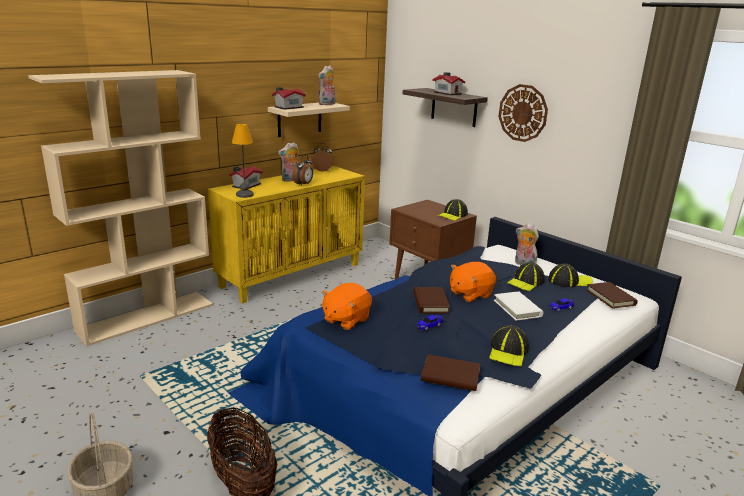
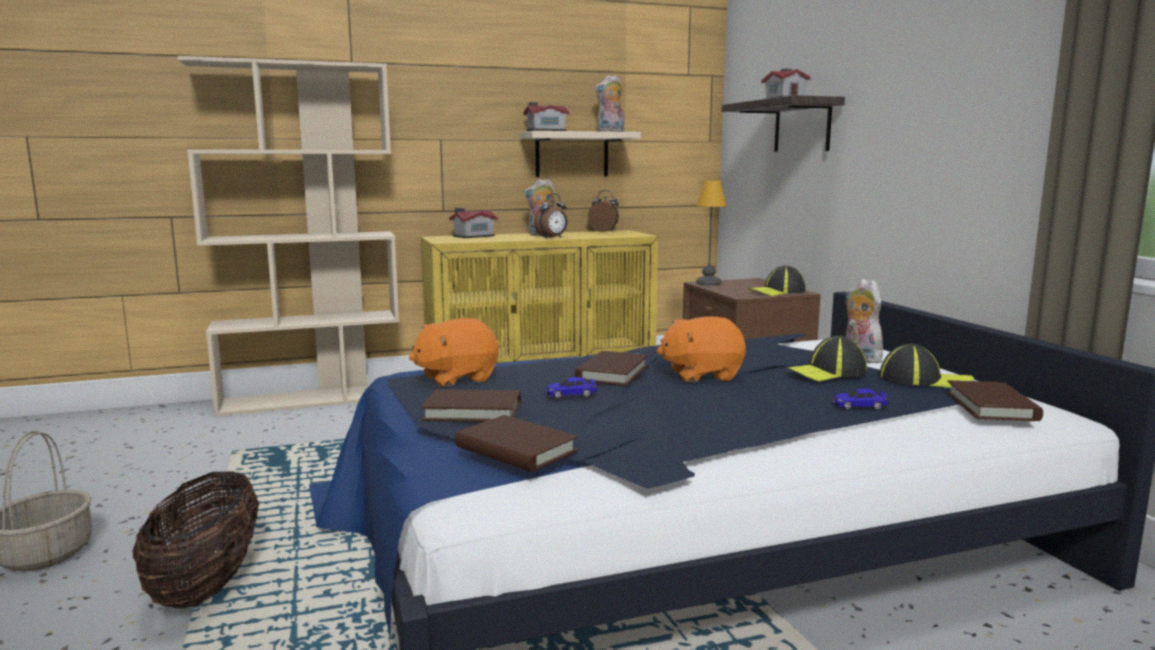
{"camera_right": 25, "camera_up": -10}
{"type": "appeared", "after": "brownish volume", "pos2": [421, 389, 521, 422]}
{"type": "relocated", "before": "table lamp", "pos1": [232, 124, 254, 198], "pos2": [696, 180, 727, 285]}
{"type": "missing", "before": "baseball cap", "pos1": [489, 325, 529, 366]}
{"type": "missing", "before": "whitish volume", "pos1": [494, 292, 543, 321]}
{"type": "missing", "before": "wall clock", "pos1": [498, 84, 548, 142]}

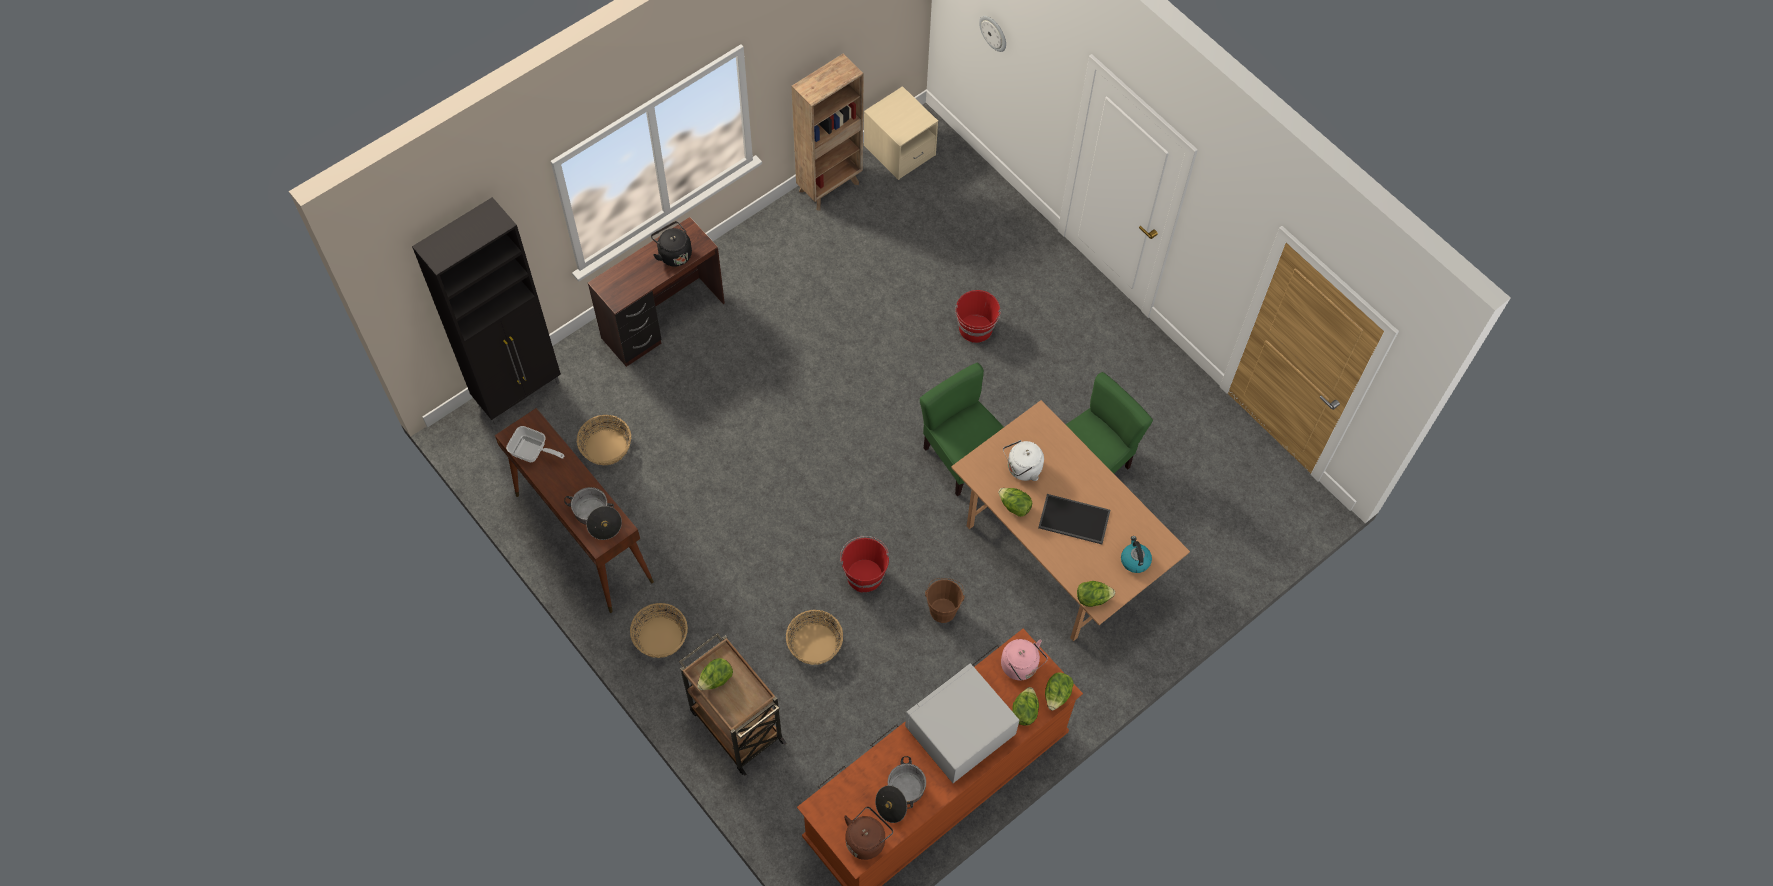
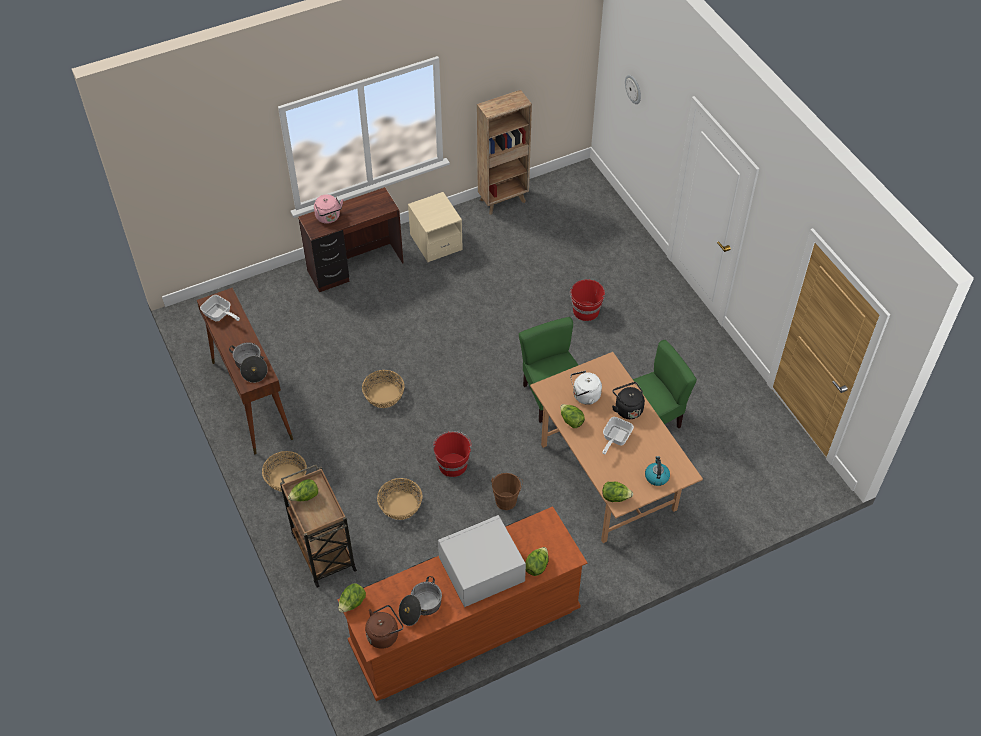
{"camera_right": 15, "camera_up": -10}
{"type": "relocated", "before": "pinkish tea kettle", "pos1": [1001, 639, 1048, 680], "pos2": [314, 195, 343, 224]}
{"type": "relocated", "before": "lettuce head", "pos1": [1045, 672, 1074, 711], "pos2": [338, 583, 366, 613]}
{"type": "relocated", "before": "household basket", "pos1": [577, 415, 631, 465], "pos2": [362, 370, 405, 408]}
{"type": "relocated", "before": "beige-coloured bedside table", "pos1": [864, 86, 938, 180], "pos2": [408, 192, 463, 262]}
{"type": "exchanged", "before": "serving tray", "after": "frying pan", "pos1": [1038, 494, 1110, 544], "pos2": [603, 417, 634, 454]}
{"type": "relocated", "before": "black tea kettle", "pos1": [651, 221, 692, 267], "pos2": [612, 382, 645, 419]}
{"type": "missing", "before": "black storage cabinet", "pos1": [412, 197, 561, 426]}

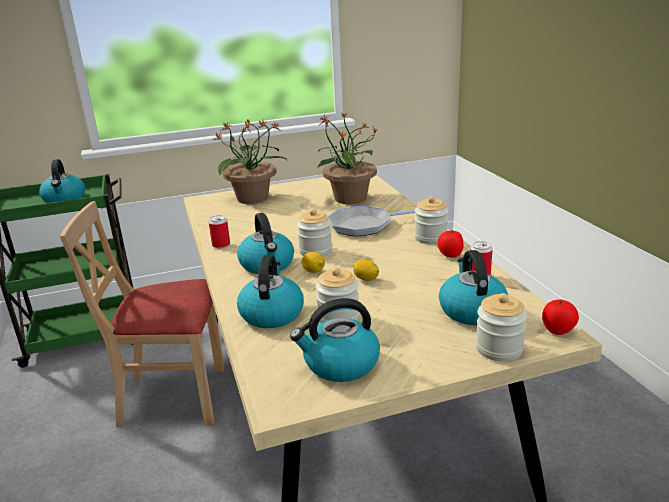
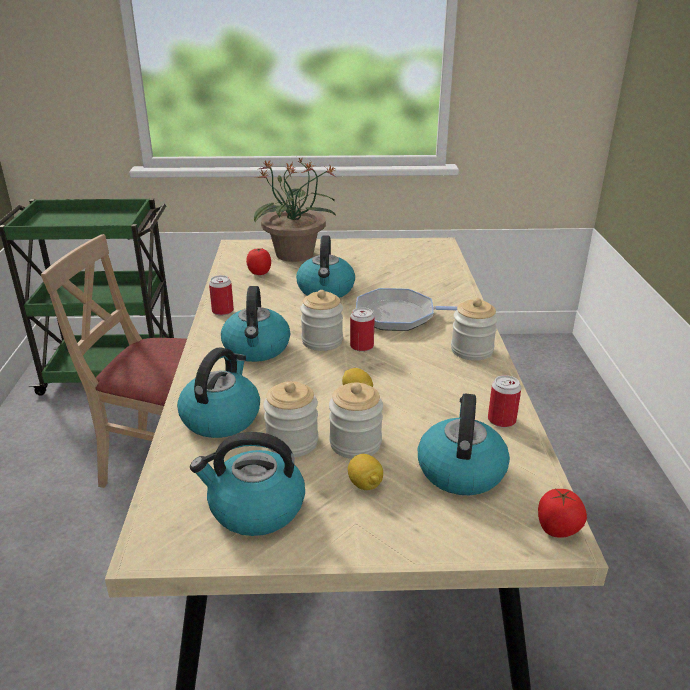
{"camera_right": 15, "camera_up": 5}
{"type": "relocated", "before": "tomato", "pos1": [438, 230, 464, 258], "pos2": [246, 248, 271, 275]}
{"type": "relocated", "before": "tea kettle", "pos1": [39, 159, 85, 203], "pos2": [296, 236, 355, 298]}
{"type": "relocated", "before": "storage jar", "pos1": [476, 293, 527, 362], "pos2": [329, 383, 383, 459]}
{"type": "relocated", "before": "whole lemon", "pos1": [302, 252, 325, 273], "pos2": [348, 454, 383, 490]}
{"type": "appeared", "after": "sealed can", "pos2": [350, 308, 375, 352]}
{"type": "missing", "before": "potted plant", "pos1": [317, 112, 379, 204]}

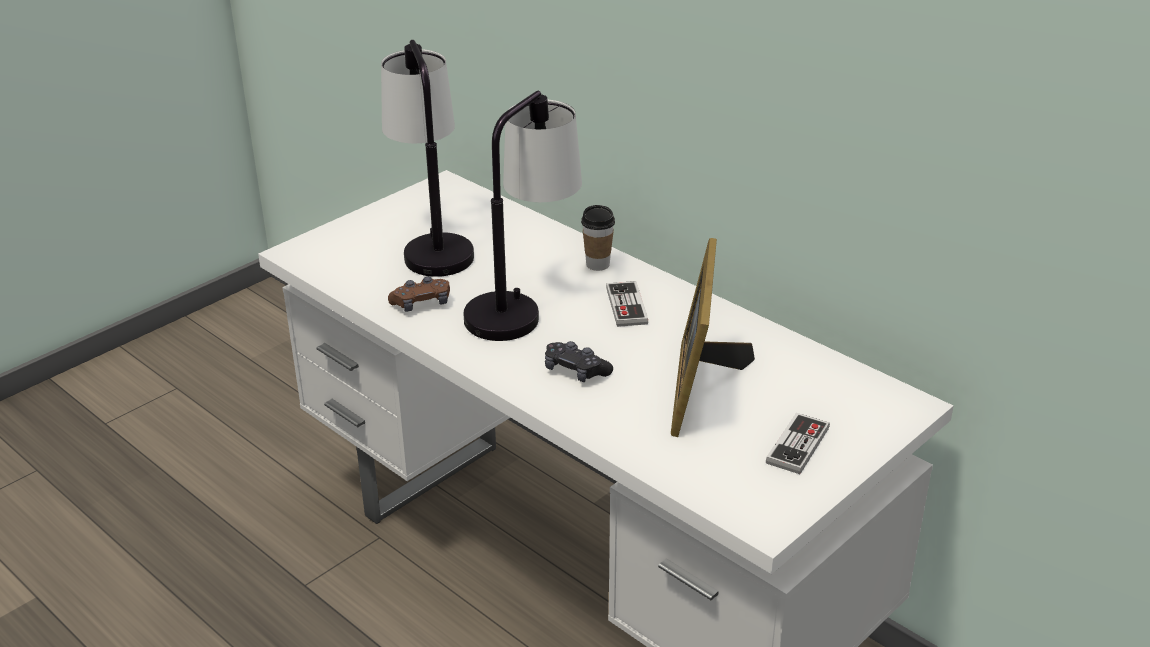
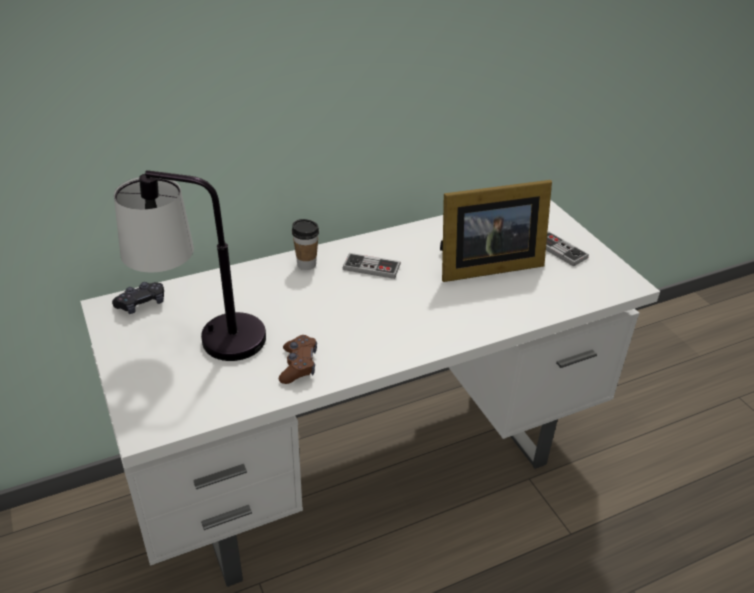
{"camera_right": -70, "camera_up": 5}
{"type": "relocated", "before": "black game controller", "pos1": [545, 341, 613, 382], "pos2": [112, 282, 164, 314]}
{"type": "spun", "before": "standing frame", "pos1": [671, 238, 755, 437], "pos2": [440, 180, 552, 282], "turn": -45}
{"type": "missing", "before": "table lamp", "pos1": [463, 91, 582, 341]}

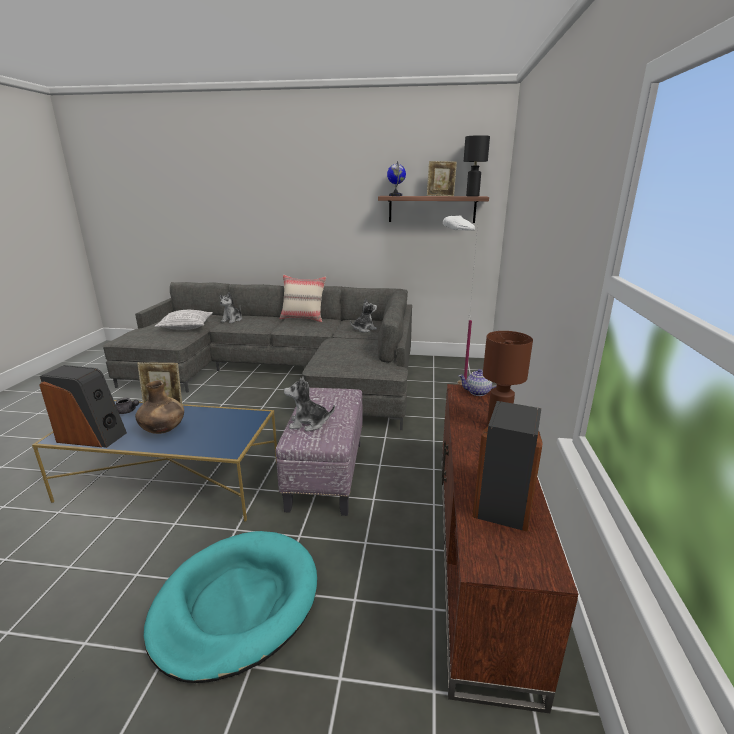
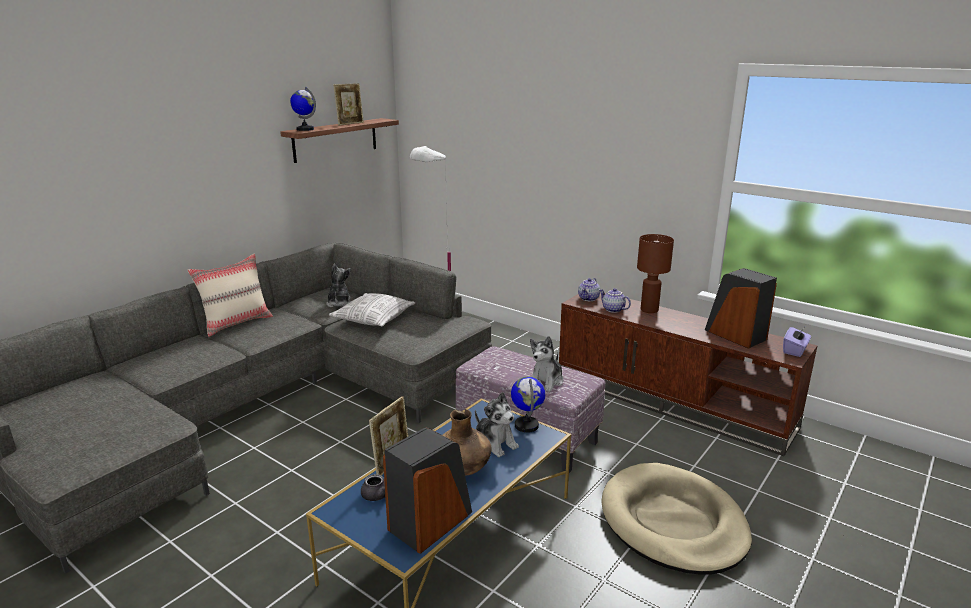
{"camera_right": -60, "camera_up": 0}
{"type": "relocated", "before": "pillow", "pos1": [154, 310, 213, 330], "pos2": [329, 293, 415, 326]}
{"type": "relocated", "before": "cuddly toy", "pos1": [220, 292, 242, 323], "pos2": [475, 392, 519, 457]}
{"type": "appeared", "after": "world globe", "pos2": [511, 377, 545, 433]}
{"type": "appeared", "after": "teapot", "pos2": [599, 288, 631, 313]}
{"type": "colour", "before": "turquoise pet bed", "after": "beige-coloured pet bed", "pos1": [144, 531, 317, 683], "pos2": [602, 463, 752, 574]}
{"type": "appeared", "after": "purple box of tissues", "pos2": [783, 327, 811, 357]}
{"type": "missing", "before": "black table lamp", "pos1": [464, 135, 490, 197]}

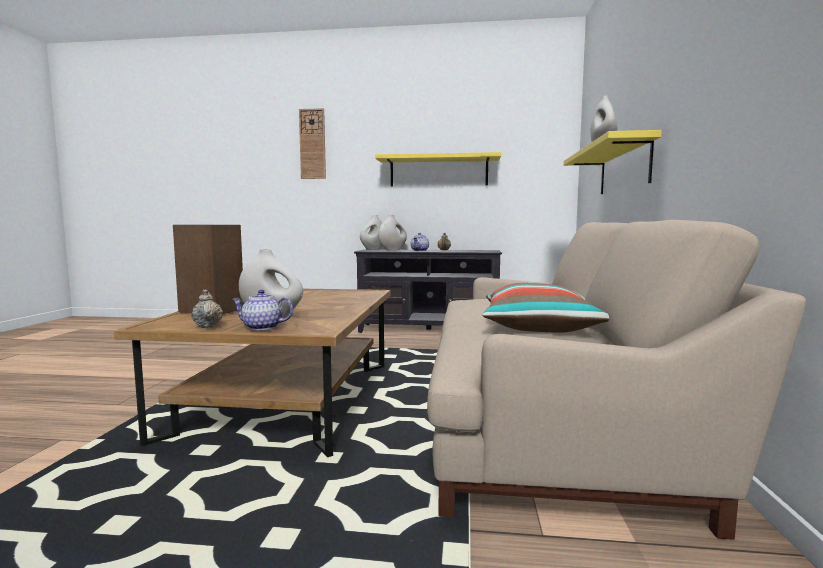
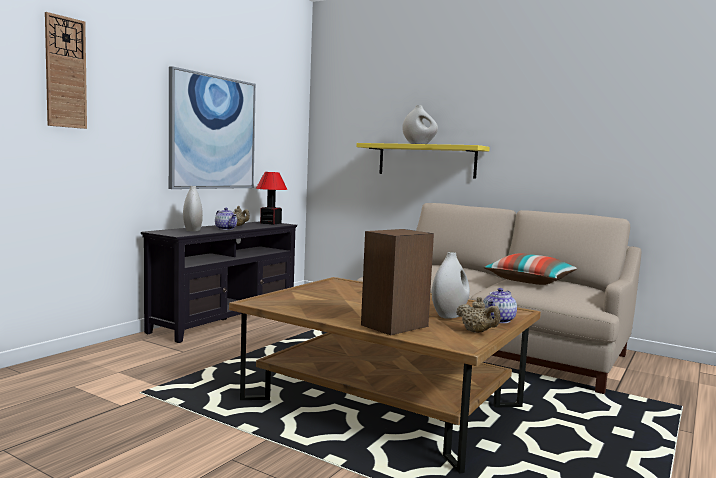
{"camera_right": -65, "camera_up": 0}
{"type": "exchanged", "before": "yellow-coloured shelf", "after": "picture", "pos1": [375, 152, 501, 186], "pos2": [169, 66, 256, 189]}
{"type": "appeared", "after": "table lamp", "pos2": [256, 172, 287, 225]}
{"type": "spun", "before": "beige-coloured teapot", "pos1": [191, 289, 223, 328], "pos2": [456, 297, 501, 333], "turn": -135}
{"type": "missing", "before": "whitish decorative vase", "pos1": [360, 215, 383, 250]}

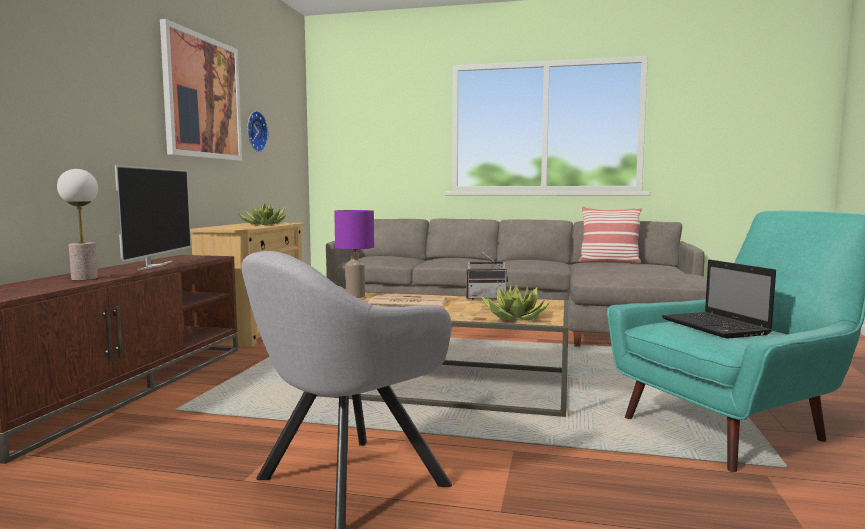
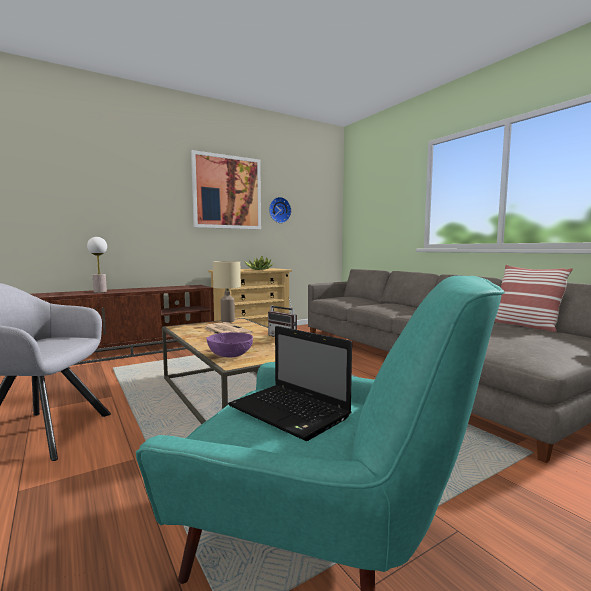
{"camera_right": 45, "camera_up": 0}
{"type": "exchanged", "before": "potted plant", "after": "purple serving bowl", "pos1": [481, 285, 550, 321], "pos2": [206, 332, 253, 357]}
{"type": "colour", "before": "purple table lamp", "after": "beige-coloured table lamp", "pos1": [334, 210, 374, 298], "pos2": [213, 261, 241, 323]}
{"type": "spun", "before": "notebook computer", "pos1": [662, 260, 776, 339], "pos2": [228, 326, 352, 441], "turn": -75}
{"type": "missing", "before": "TV set", "pos1": [115, 165, 191, 271]}

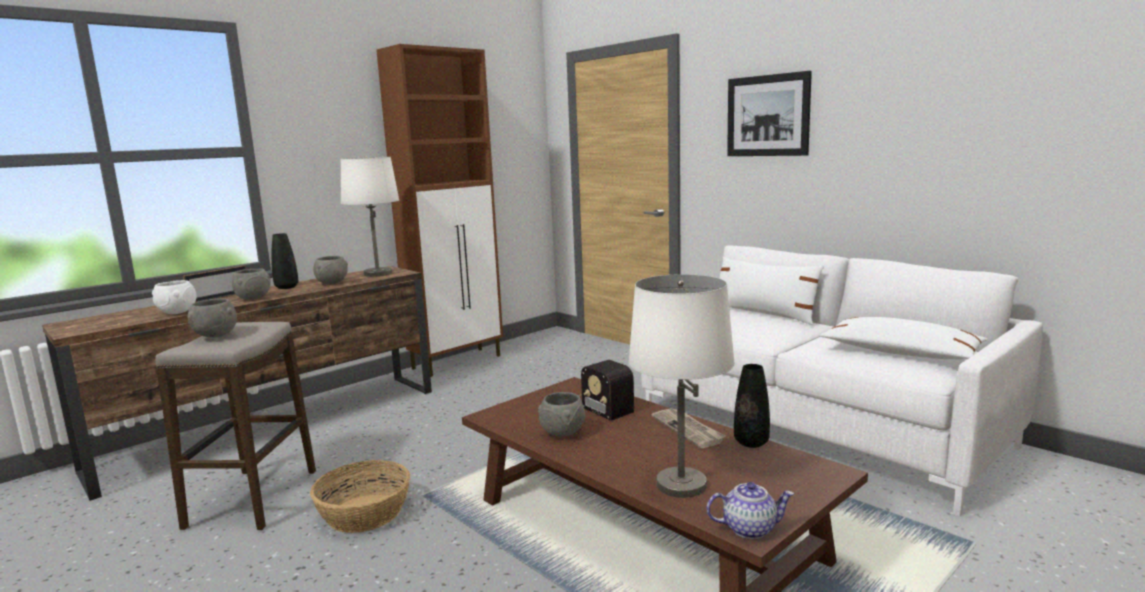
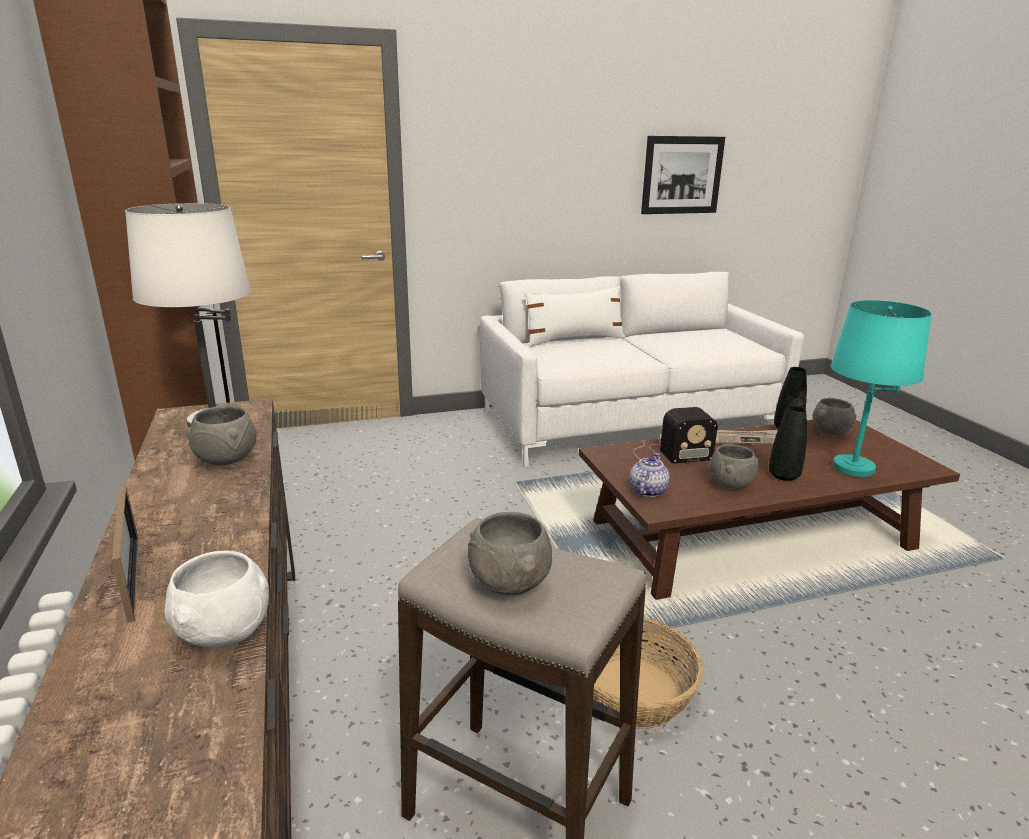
{"camera_right": -65, "camera_up": 10}
{"type": "relocated", "before": "teapot", "pos1": [707, 482, 794, 539], "pos2": [630, 453, 670, 497]}
{"type": "relocated", "before": "picture", "pos1": [727, 71, 812, 156], "pos2": [641, 136, 725, 214]}
{"type": "relocated", "before": "black decorative vase", "pos1": [271, 233, 298, 289], "pos2": [769, 406, 807, 481]}
{"type": "relocated", "before": "grey serving bowl", "pos1": [232, 268, 271, 300], "pos2": [813, 398, 857, 435]}
{"type": "colour", "before": "whitish table lamp", "after": "turquoise table lamp", "pos1": [628, 274, 735, 498], "pos2": [831, 300, 932, 477]}
{"type": "missing", "before": "whitish pillow", "pos1": [819, 317, 988, 359]}

